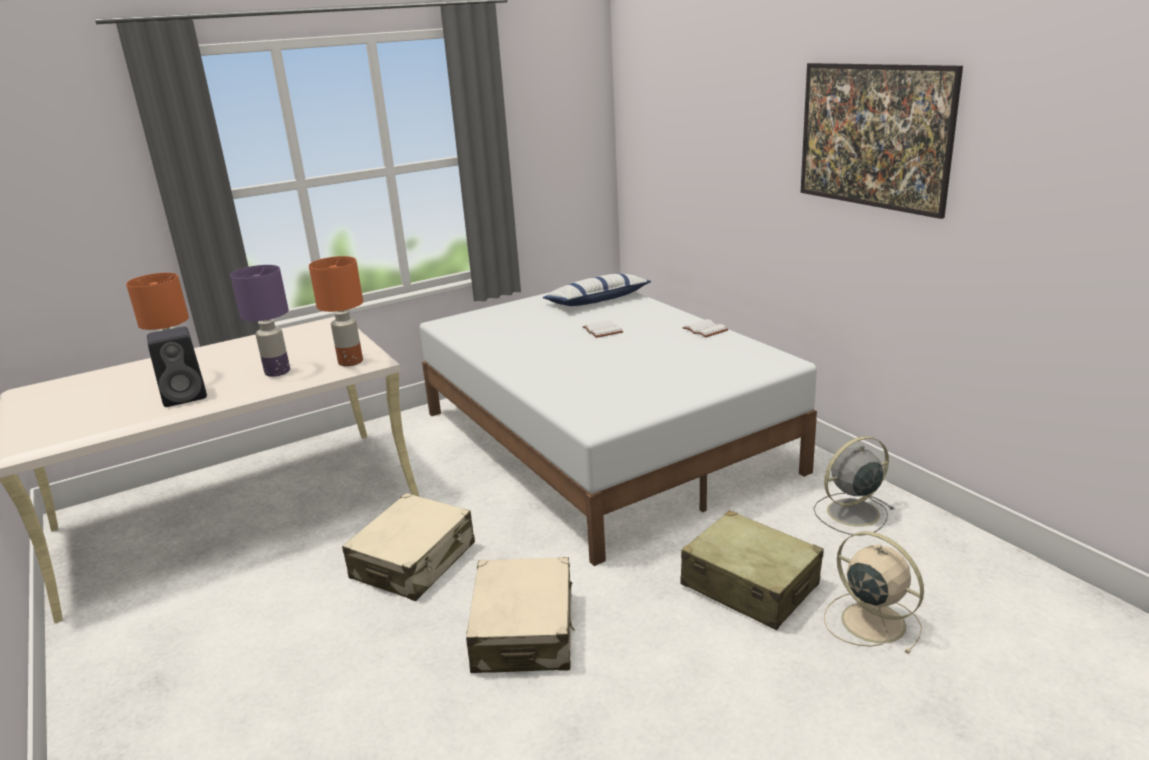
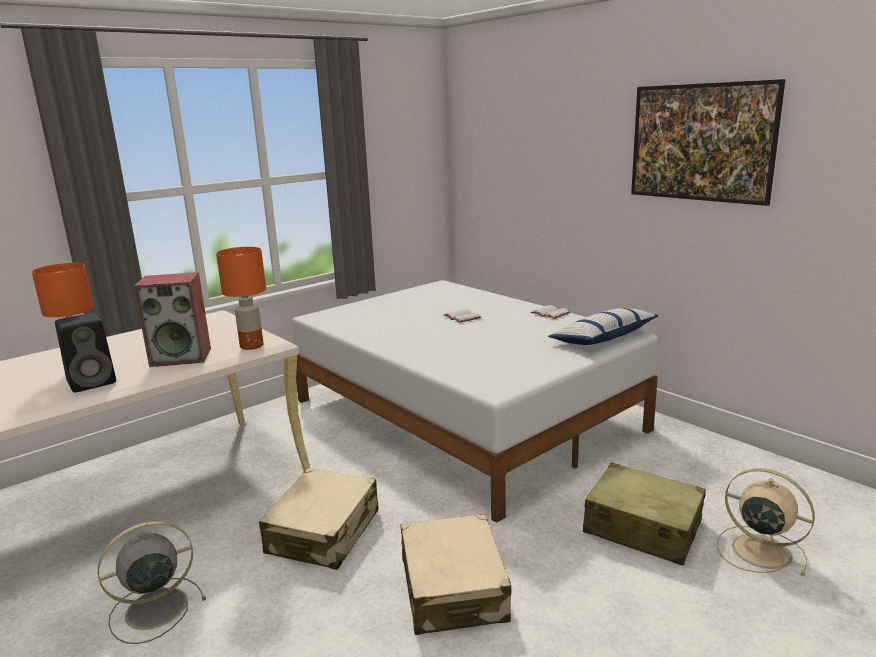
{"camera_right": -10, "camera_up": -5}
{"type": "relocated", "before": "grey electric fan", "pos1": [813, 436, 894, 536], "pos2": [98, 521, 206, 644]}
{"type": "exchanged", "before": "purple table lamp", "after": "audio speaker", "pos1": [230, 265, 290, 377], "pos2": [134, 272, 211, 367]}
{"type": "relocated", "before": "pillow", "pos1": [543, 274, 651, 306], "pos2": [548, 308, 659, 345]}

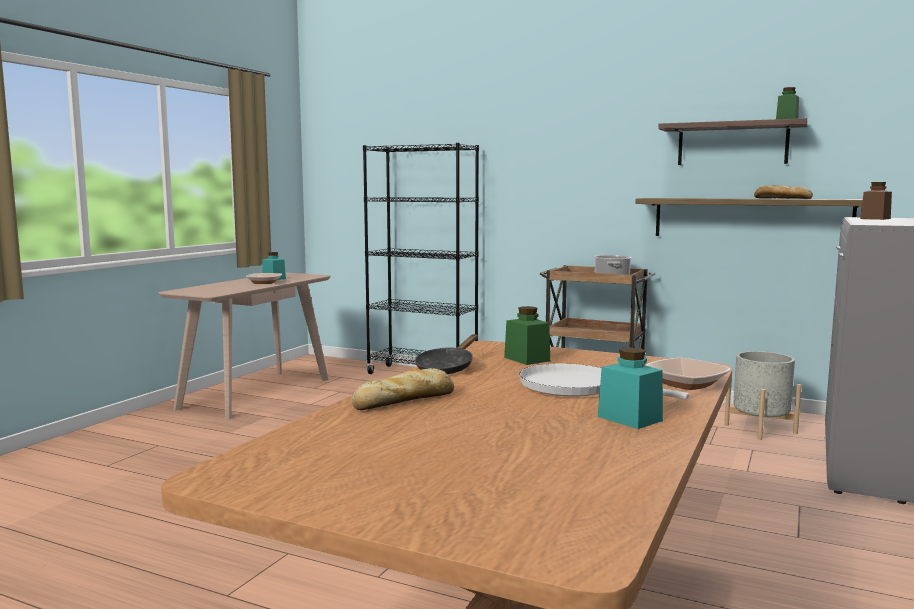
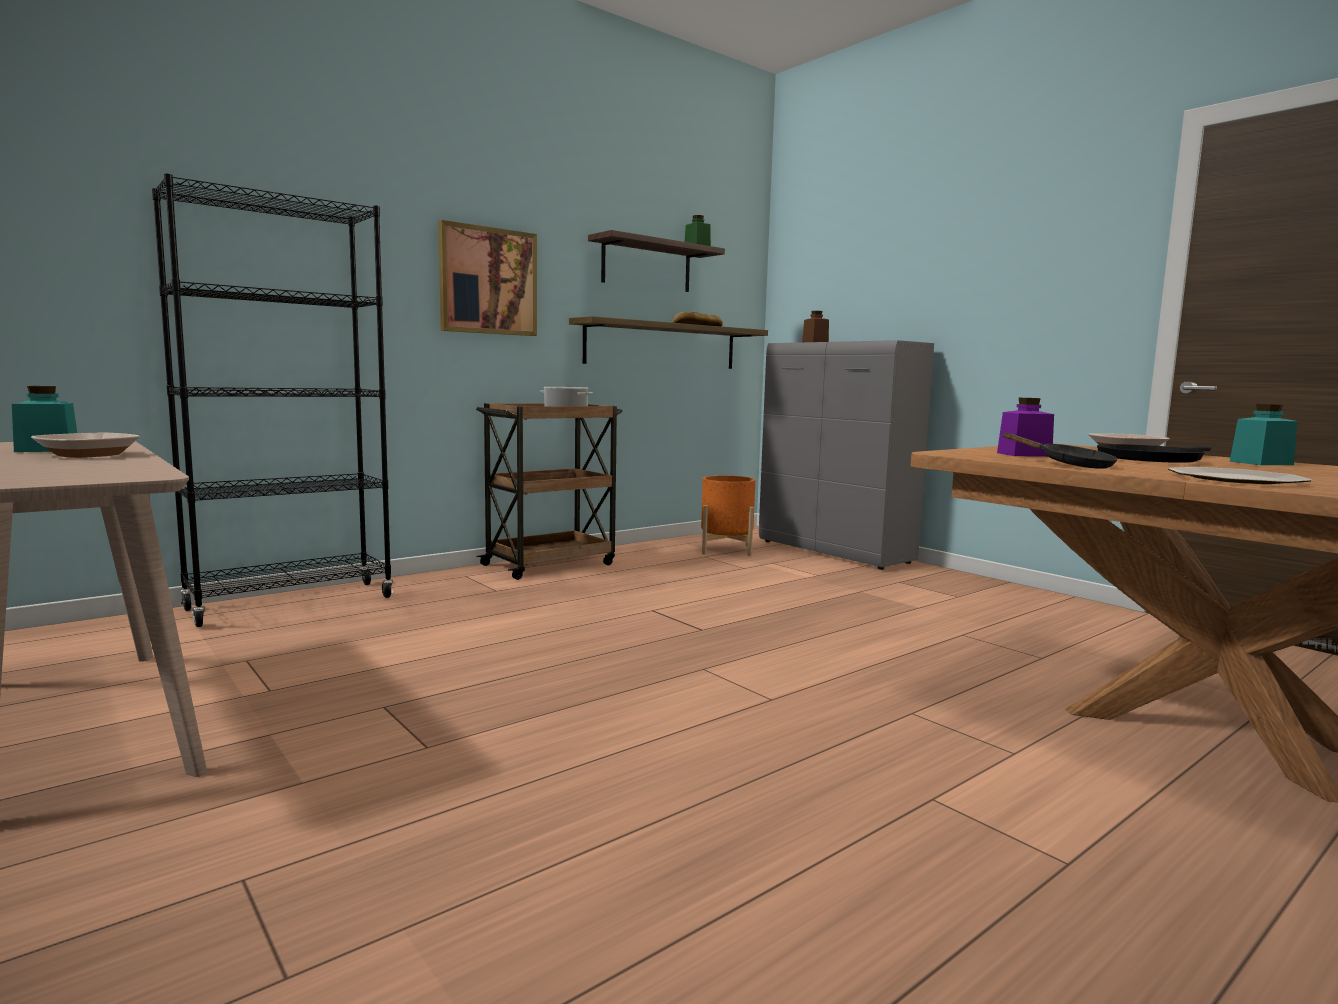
{"camera_right": -65, "camera_up": 0}
{"type": "appeared", "after": "picture", "pos2": [438, 220, 537, 336]}
{"type": "colour", "before": "grey plant pot", "after": "orangey plant pot", "pos1": [724, 351, 802, 440], "pos2": [701, 475, 755, 556]}
{"type": "colour", "before": "green storage jar", "after": "purple storage jar", "pos1": [504, 306, 550, 365], "pos2": [997, 398, 1054, 457]}
{"type": "colour", "before": "whitish frying pan", "after": "black frying pan", "pos1": [519, 363, 689, 400], "pos2": [1097, 444, 1211, 463]}
{"type": "exchanged", "before": "bread", "after": "plate", "pos1": [352, 368, 454, 410], "pos2": [1168, 467, 1312, 484]}

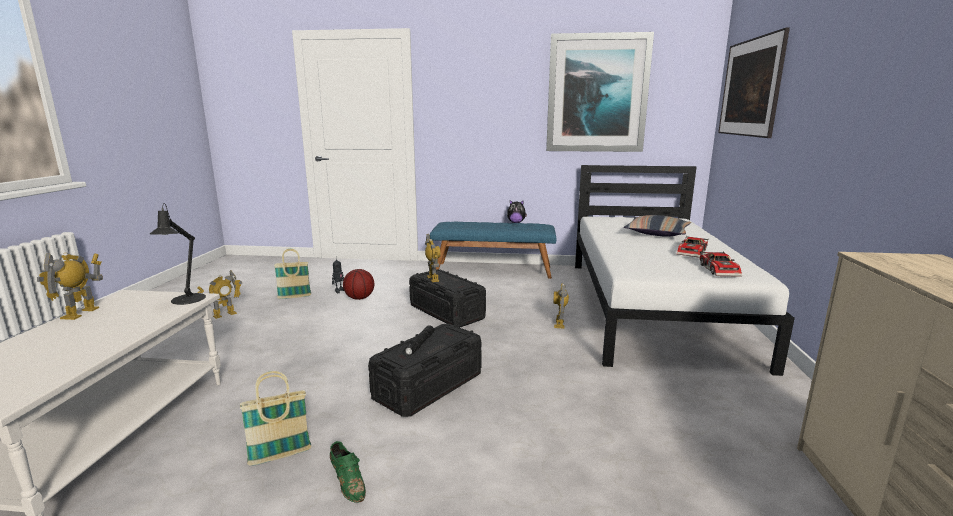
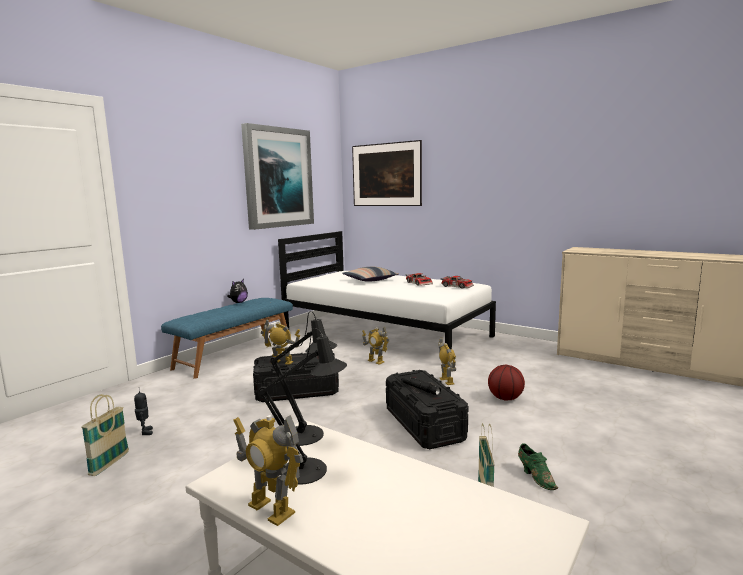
{"camera_right": -60, "camera_up": -5}
{"type": "appeared", "after": "black table lamp", "pos2": [259, 328, 347, 485]}
{"type": "relocated", "before": "model robot", "pos1": [198, 270, 242, 319], "pos2": [439, 338, 456, 385]}
{"type": "relocated", "before": "basketball ball", "pos1": [343, 269, 374, 300], "pos2": [488, 365, 525, 401]}
{"type": "spun", "before": "green low shoe", "pos1": [330, 441, 366, 503], "pos2": [518, 443, 558, 490], "turn": 75}

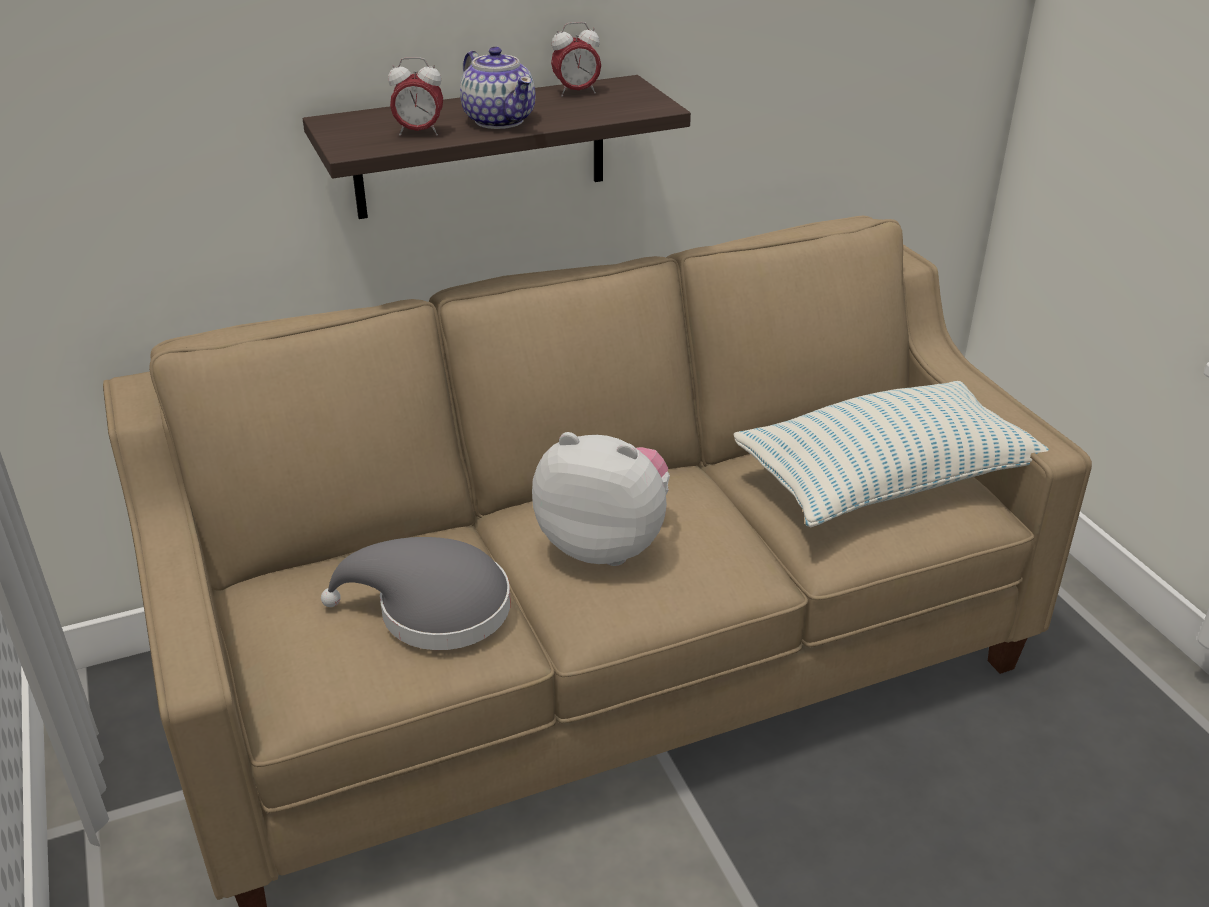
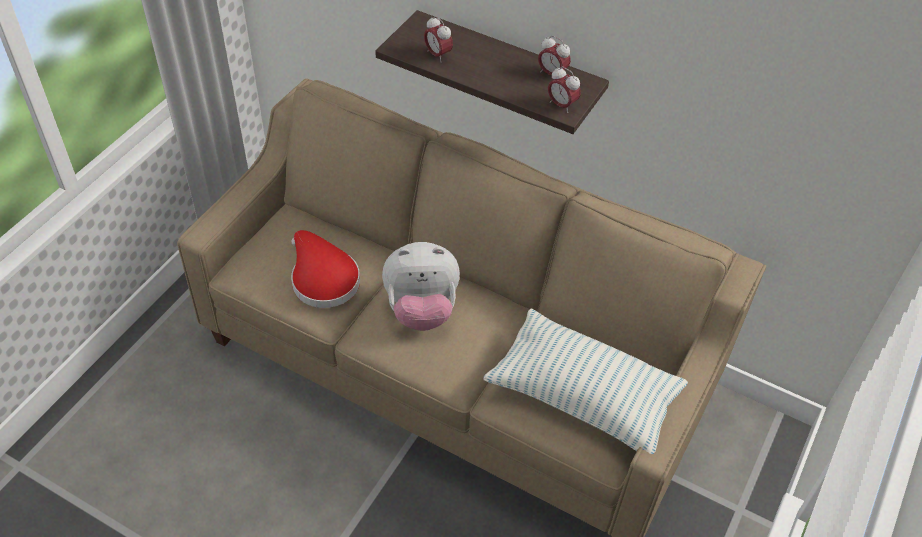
{"camera_right": 50, "camera_up": 15}
{"type": "colour", "before": "grey wearable hat", "after": "red-coloured wearable hat", "pos1": [321, 537, 510, 650], "pos2": [291, 230, 360, 308]}
{"type": "spun", "before": "cuddly toy", "pos1": [532, 432, 670, 566], "pos2": [382, 242, 460, 331], "turn": 105}
{"type": "appeared", "after": "bedside clock", "pos2": [548, 67, 581, 113]}
{"type": "missing", "before": "teapot", "pos1": [460, 47, 535, 129]}

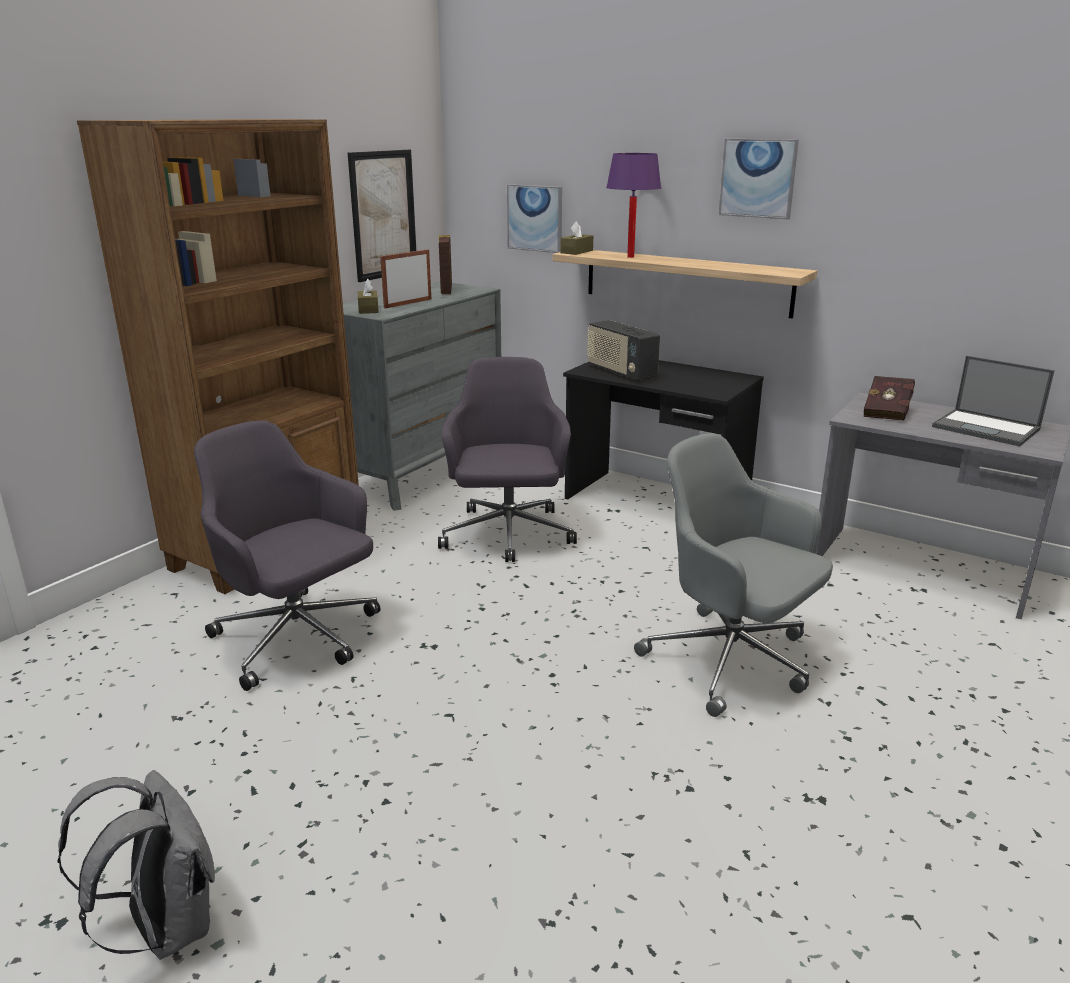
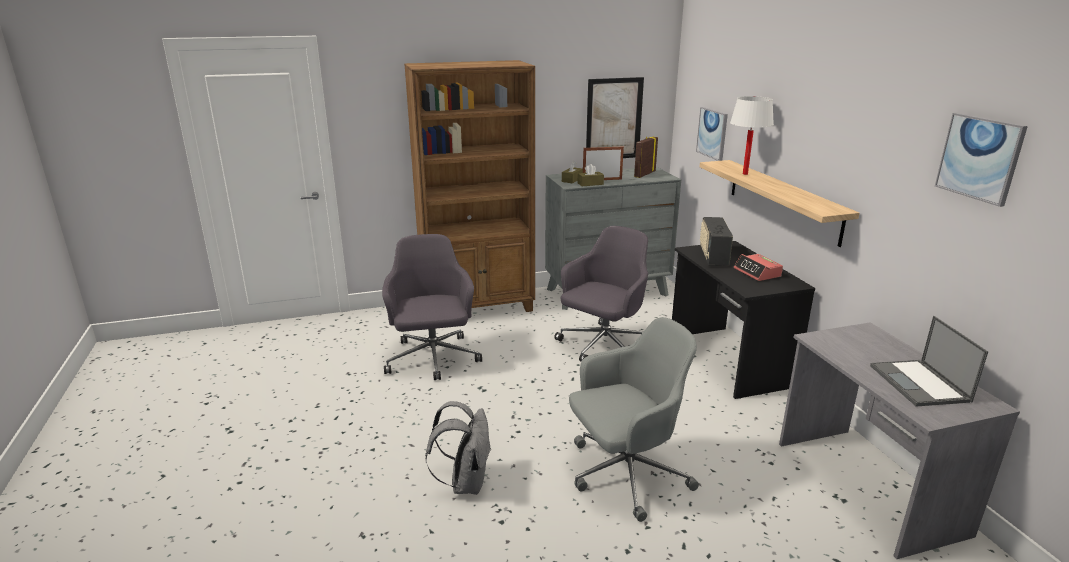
{"camera_right": 40, "camera_up": 0}
{"type": "relocated", "before": "grey rucksack", "pos1": [58, 770, 215, 960], "pos2": [425, 401, 491, 495]}
{"type": "spun", "before": "grey office chair", "pos1": [634, 433, 833, 717], "pos2": [569, 317, 699, 522], "turn": 75}
{"type": "relocated", "before": "brownish box of tissues", "pos1": [560, 221, 593, 255], "pos2": [578, 164, 604, 186]}
{"type": "colour", "before": "purple table lamp", "after": "whitish table lamp", "pos1": [606, 153, 661, 258], "pos2": [730, 96, 774, 175]}
{"type": "appeared", "after": "bedside clock", "pos2": [734, 254, 783, 281]}
{"type": "relocated", "before": "picture", "pos1": [719, 139, 799, 219], "pos2": [935, 113, 1028, 207]}
{"type": "missing", "before": "red-coloured volume", "pos1": [864, 376, 915, 420]}

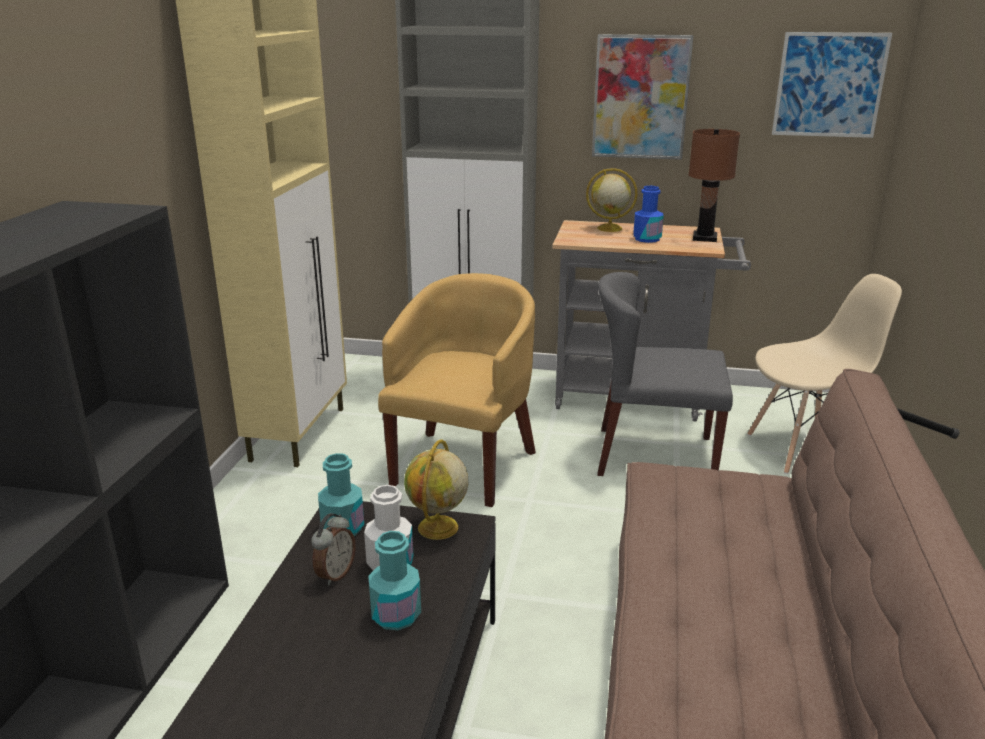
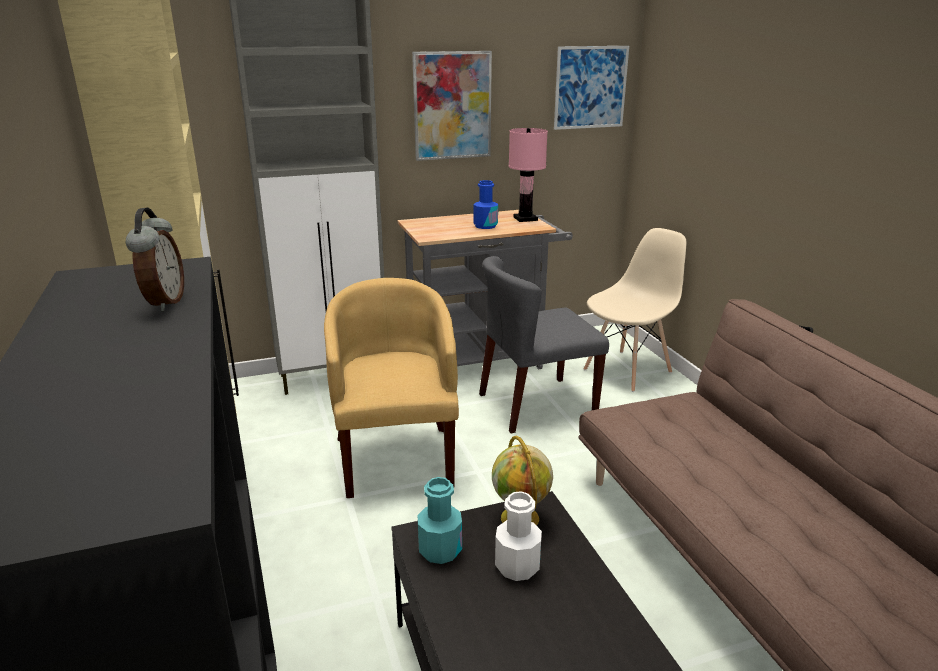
{"camera_right": -30, "camera_up": 0}
{"type": "relocated", "before": "bedside clock", "pos1": [311, 513, 356, 585], "pos2": [126, 208, 184, 311]}
{"type": "colour", "before": "brownish table lamp", "after": "pinkish table lamp", "pos1": [689, 129, 740, 242], "pos2": [509, 128, 548, 222]}
{"type": "missing", "before": "turquoise beverage bottle", "pos1": [368, 531, 421, 630]}
{"type": "missing", "before": "world globe", "pos1": [586, 168, 638, 232]}

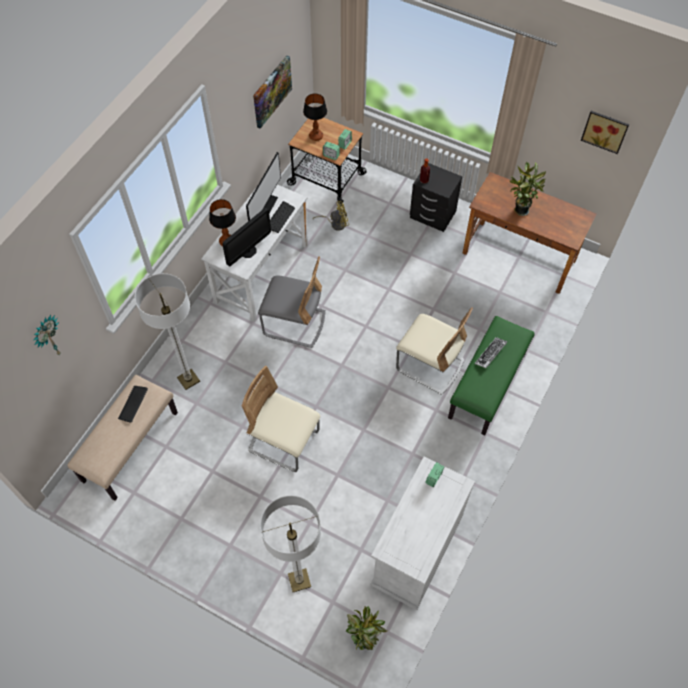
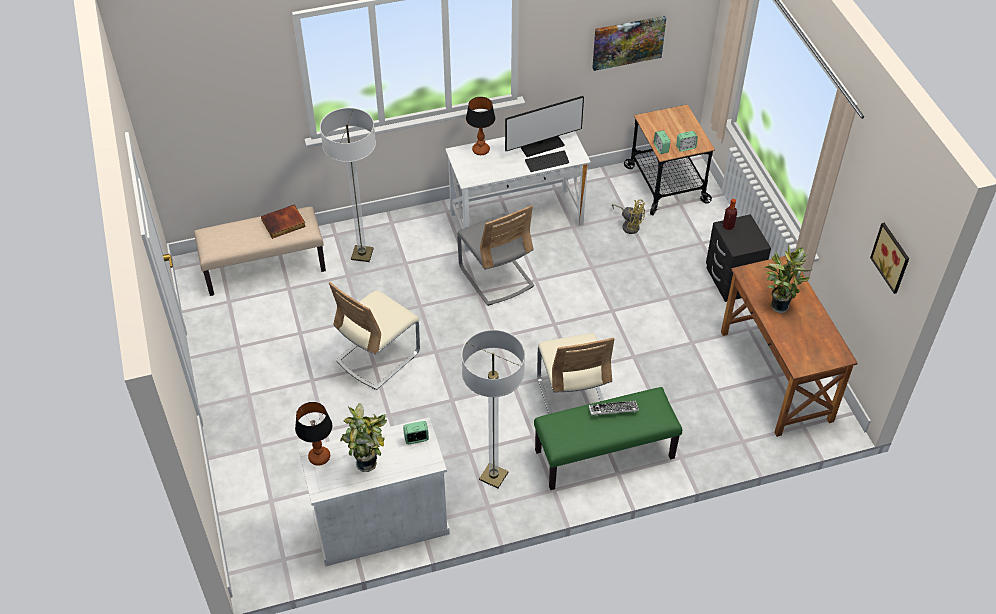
{"camera_right": 45, "camera_up": -10}
{"type": "exchanged", "before": "keyboard", "after": "volume", "pos1": [118, 386, 148, 423], "pos2": [261, 204, 306, 239]}
{"type": "relocated", "before": "table lamp", "pos1": [303, 93, 327, 141], "pos2": [295, 402, 332, 466]}
{"type": "spun", "before": "beige-coloured chair", "pos1": [242, 366, 320, 472], "pos2": [329, 282, 420, 390], "turn": -120}
{"type": "relocated", "before": "potted plant", "pos1": [346, 606, 387, 650], "pos2": [340, 403, 387, 472]}
{"type": "relocated", "before": "standing lamp", "pos1": [260, 495, 321, 592], "pos2": [461, 330, 525, 488]}
{"type": "missing", "before": "wall clock", "pos1": [33, 315, 61, 355]}
{"type": "missing", "before": "computer screen", "pos1": [222, 208, 271, 267]}

